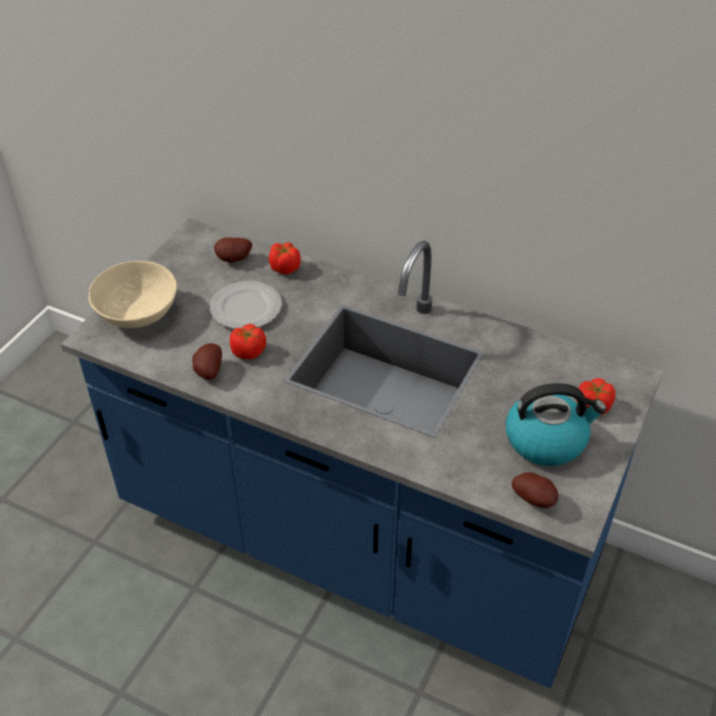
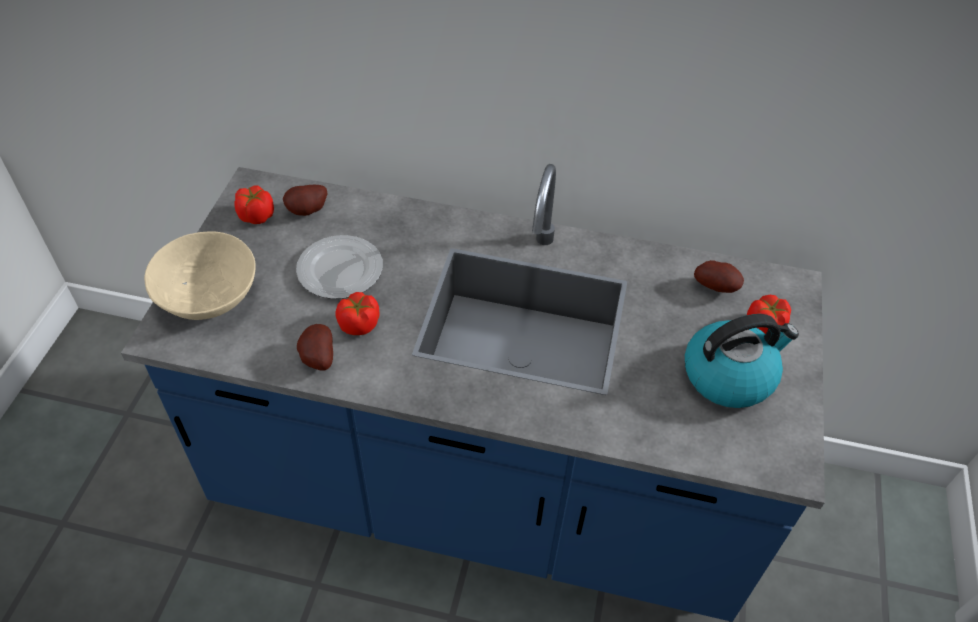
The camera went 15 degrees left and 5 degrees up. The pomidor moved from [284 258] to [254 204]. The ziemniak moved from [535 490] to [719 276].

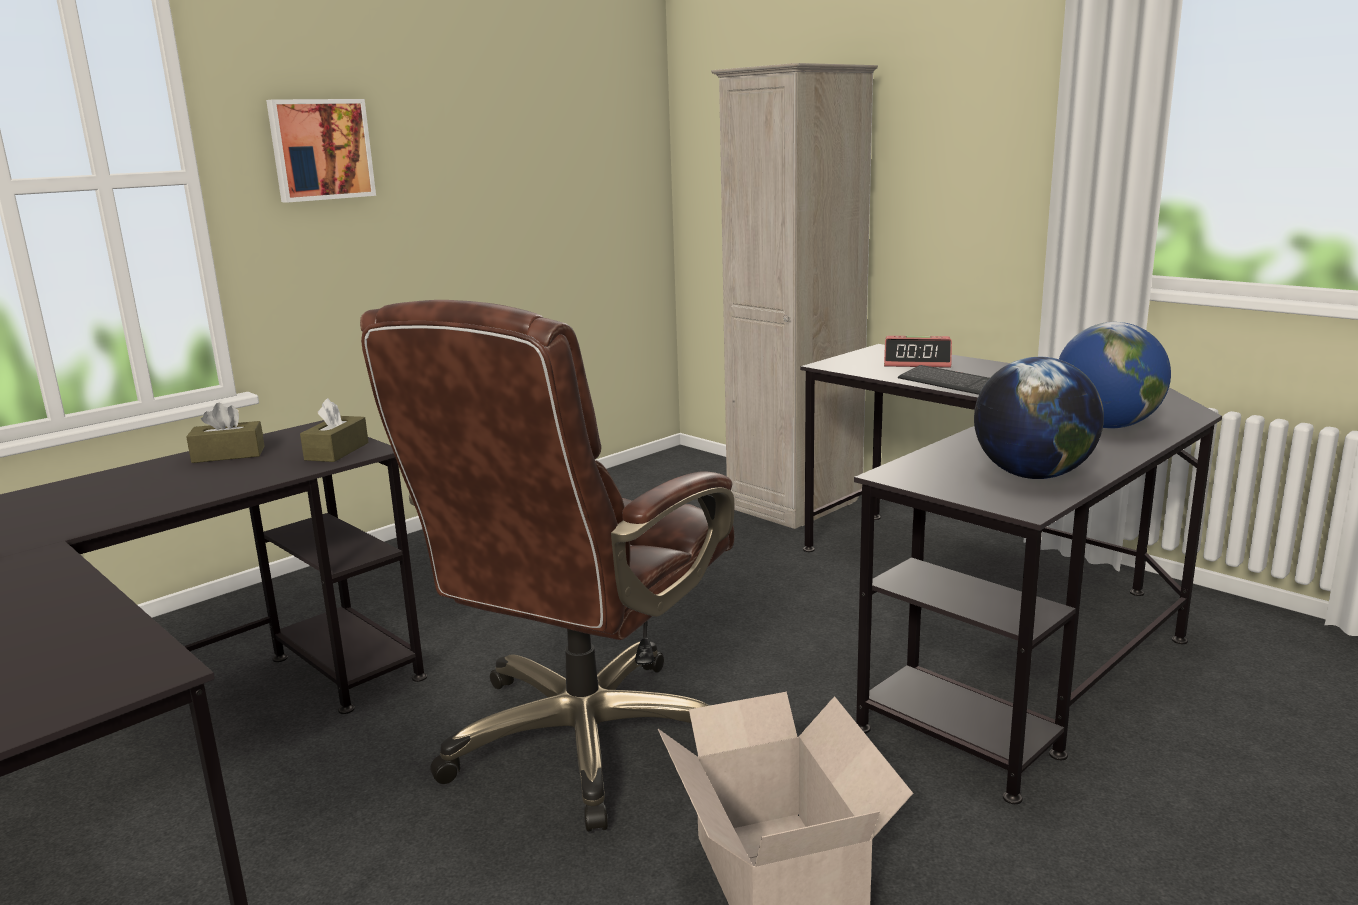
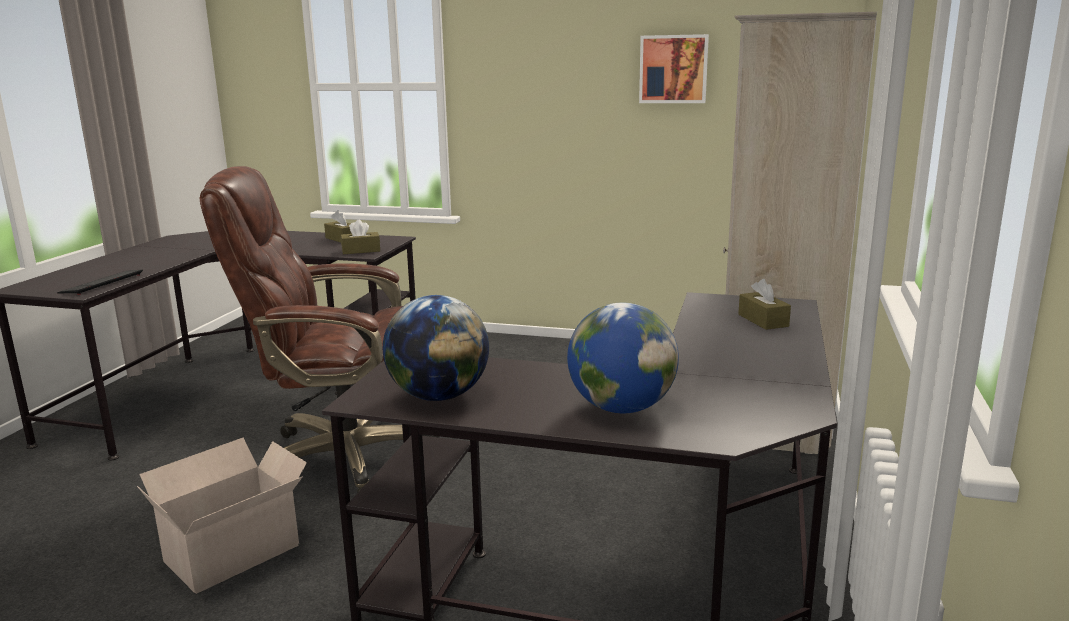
The camera went 60 degrees right and 0 degrees up. The obraz moved from [321 151] to [674 68]. The budzik at [918 352] was replaced by the pudełko chusteczek (brązowy) at [764 304]. The klawiatura moved from [944 380] to [100 282].

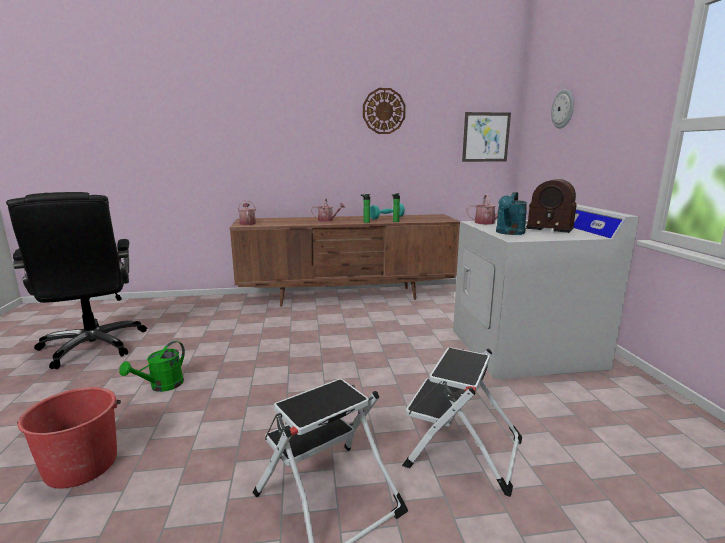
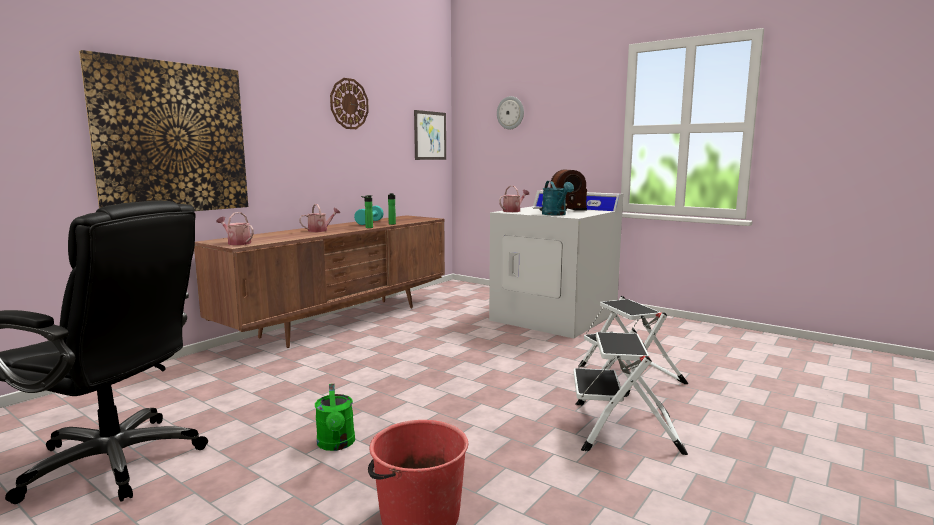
The camera went 45 degrees left and 5 degrees down. The obraz at [163 130] appeared.

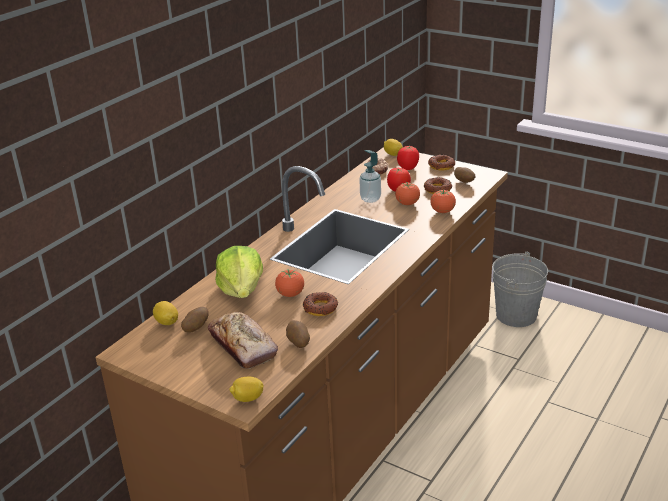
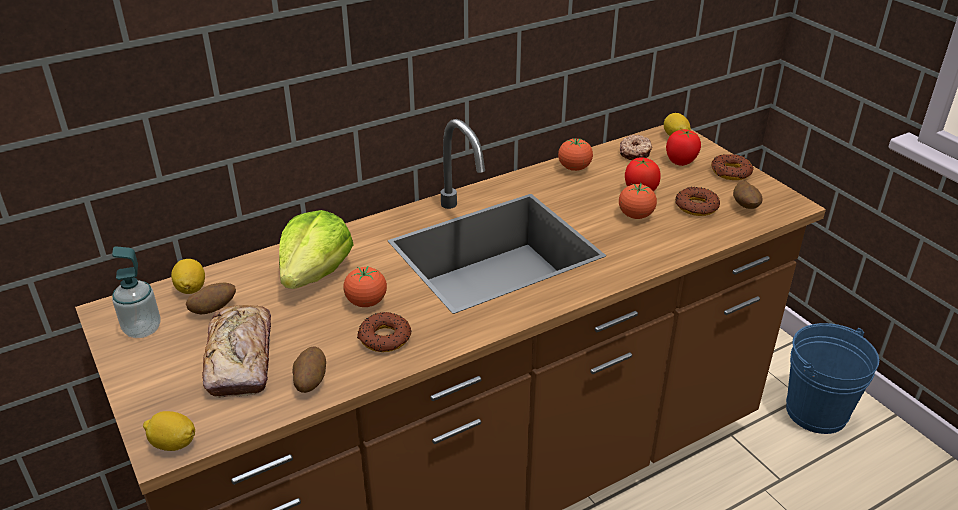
The camera went 25 degrees right and 5 degrees up. The dozownik mydła moved from [370 176] to [136 292]. The pomidor moved from [443 201] to [575 154]. The wiadro (szary) at [520 289] became the wiadro (niebieski) at [832 378].

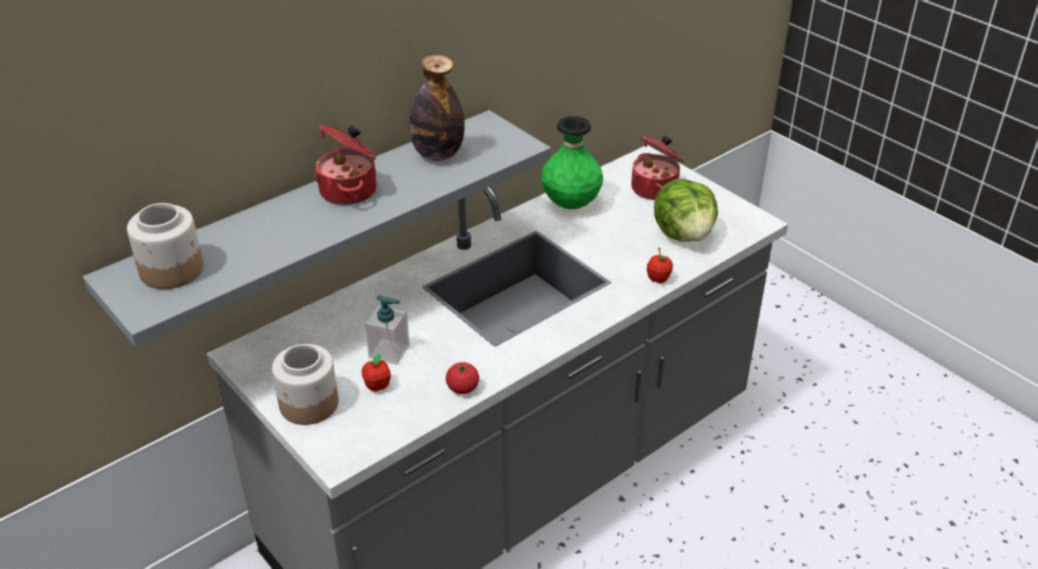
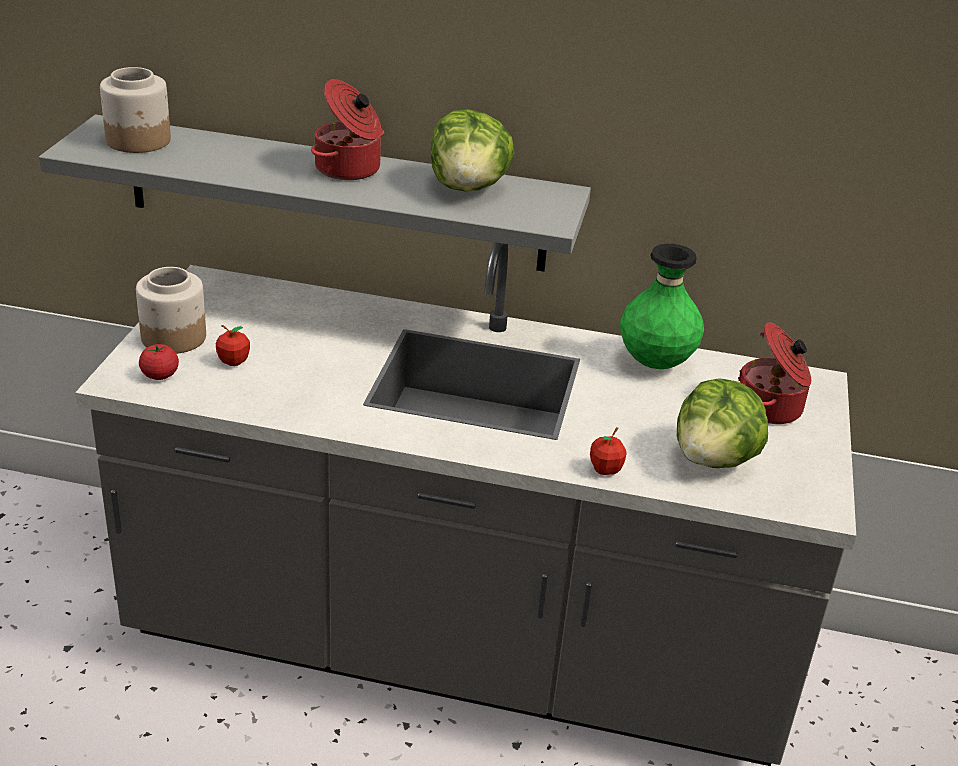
The camera went 50 degrees right and 5 degrees down. The dozownik mydła at [387 330] disappeared. The butelka at [437 108] was replaced by the sałata at [473 150]. The pomidor moved from [462 378] to [159 362].

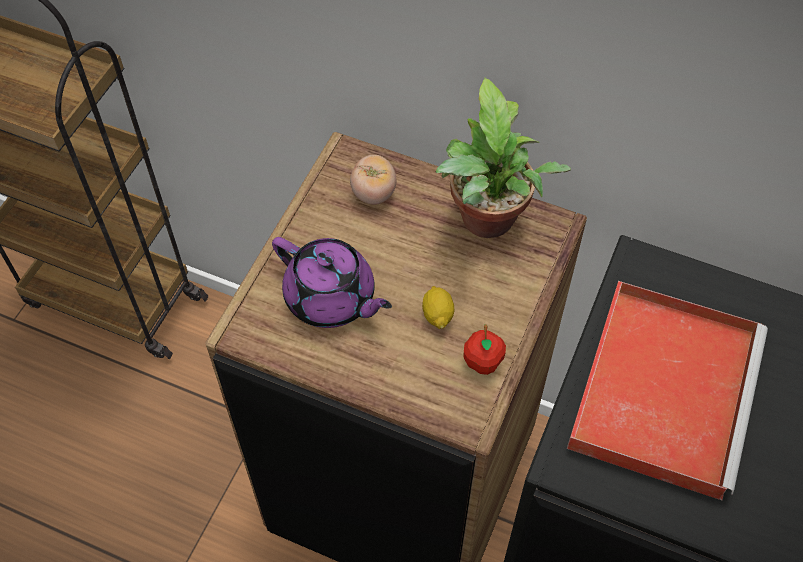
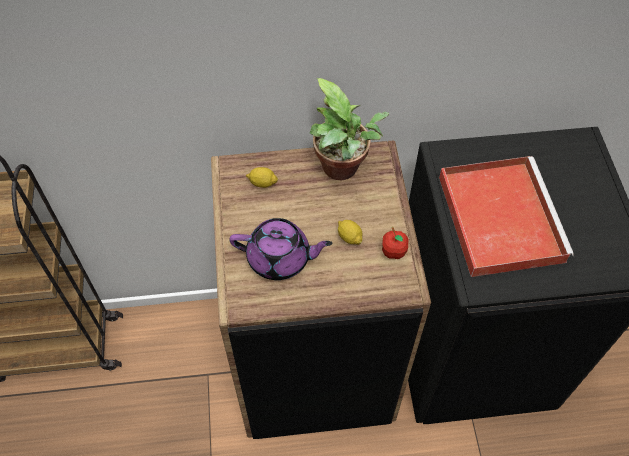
The camera went 30 degrees left and 0 degrees up. The pomidor at [373 180] was replaced by the cytryna at [262 177].

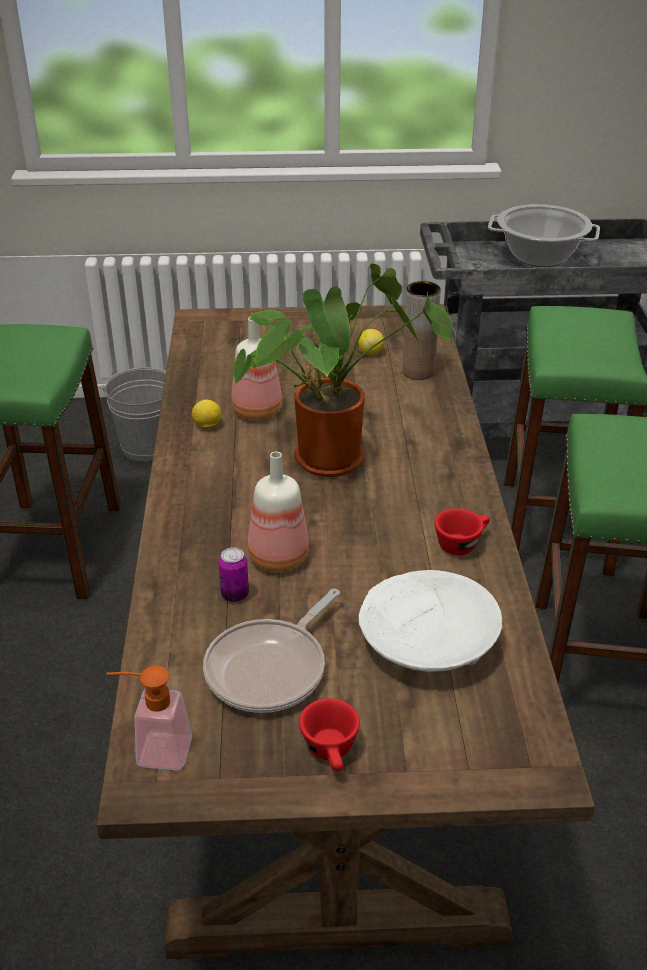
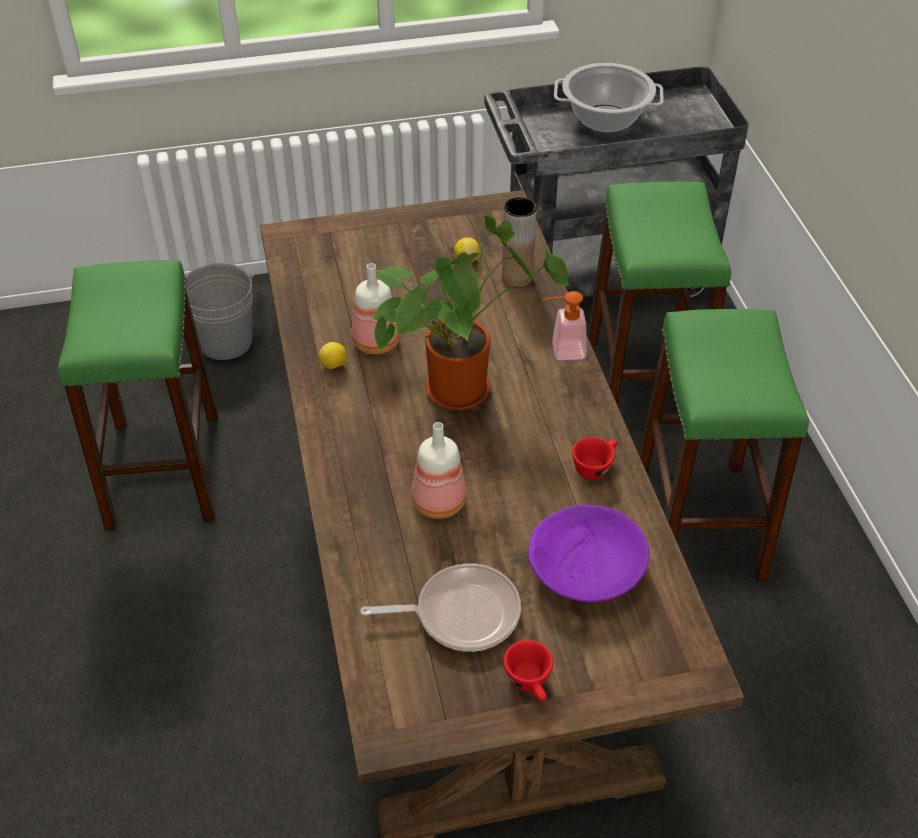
The camera went 10 degrees left and 10 degrees up. The dozownik mydła moved from [149 718] to [564 325]. The patelnia at [271 651] turned 120 degrees counterclockwise. The puszka at [234 574] disappeared. The miska (biały) at [430 621] became the miska (fioletowy) at [589 553].

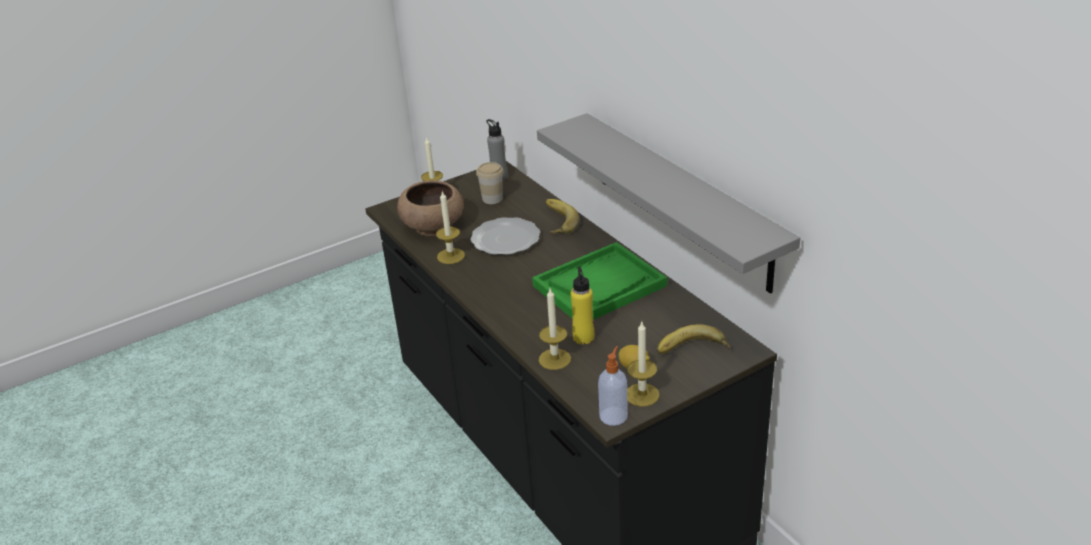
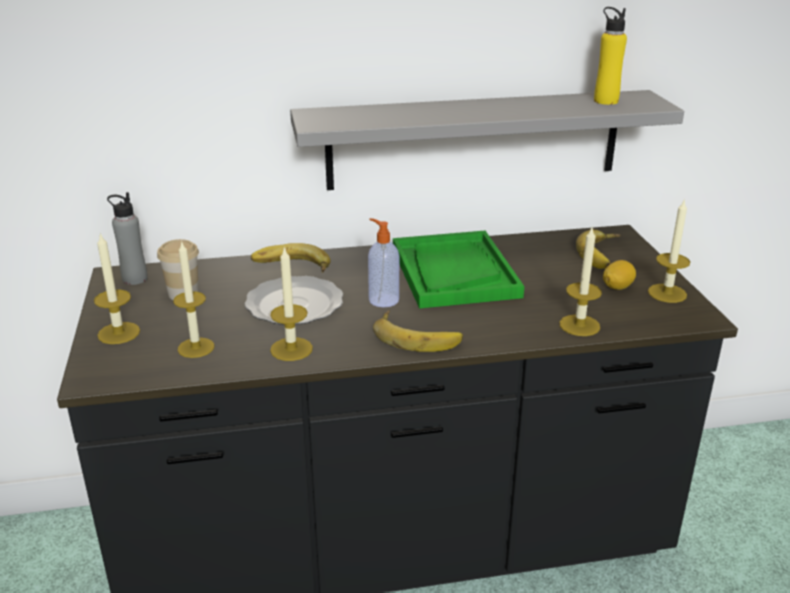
The camera went 70 degrees left and 5 degrees down. The miska (brązowy) at [430 208] was replaced by the świeca at [193 299]. The butelka (żółty) moved from [582 305] to [610 56]. The dozownik mydła moved from [613 386] to [383 262]. The banan at [418 331] appeared.

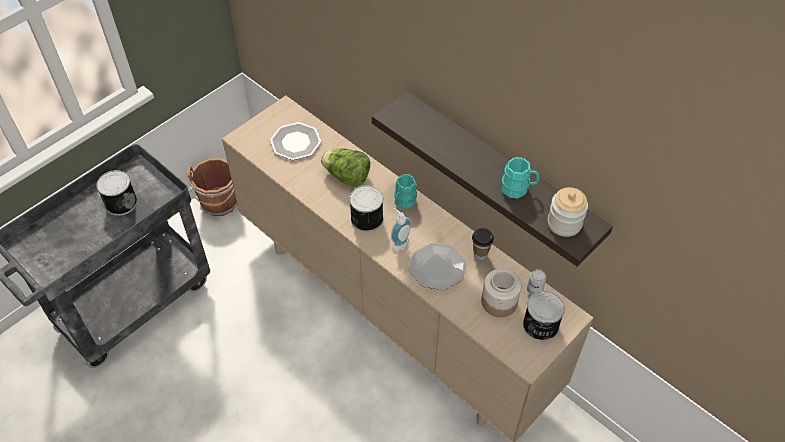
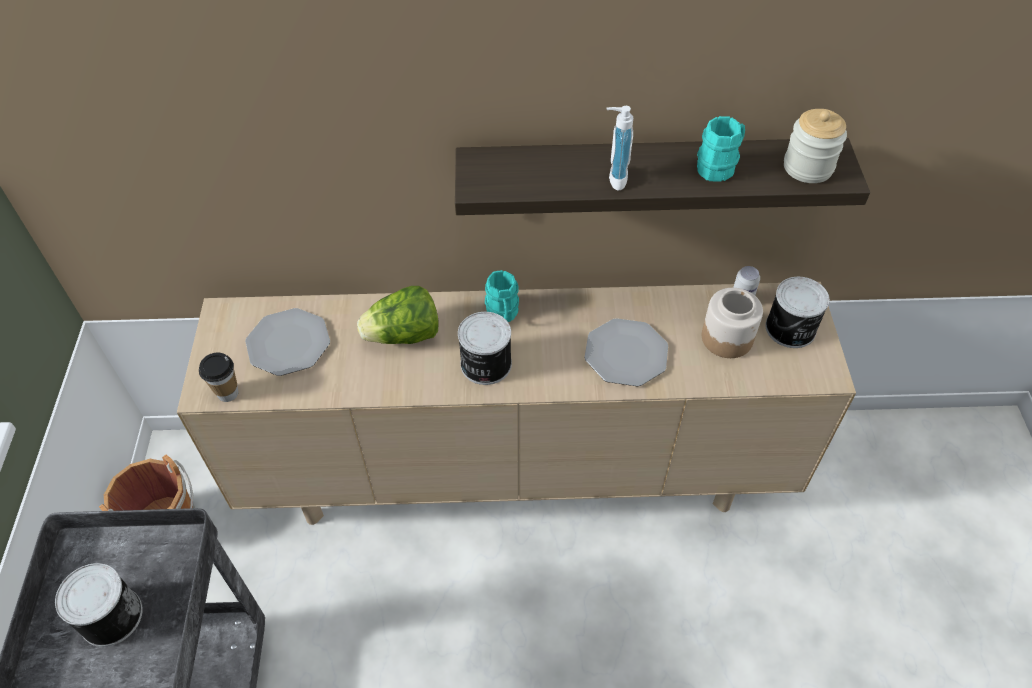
The camera went 45 degrees left and 0 degrees up. The dozownik mydła moved from [401 229] to [620 148]. The filiżanka moved from [483 244] to [219 377].

